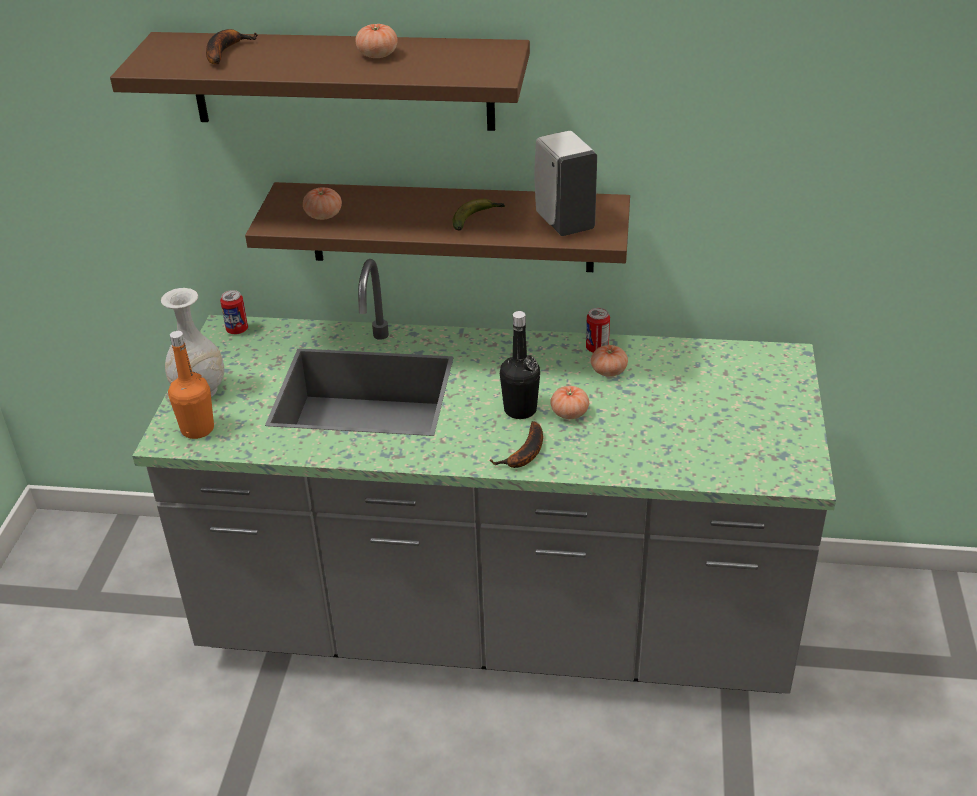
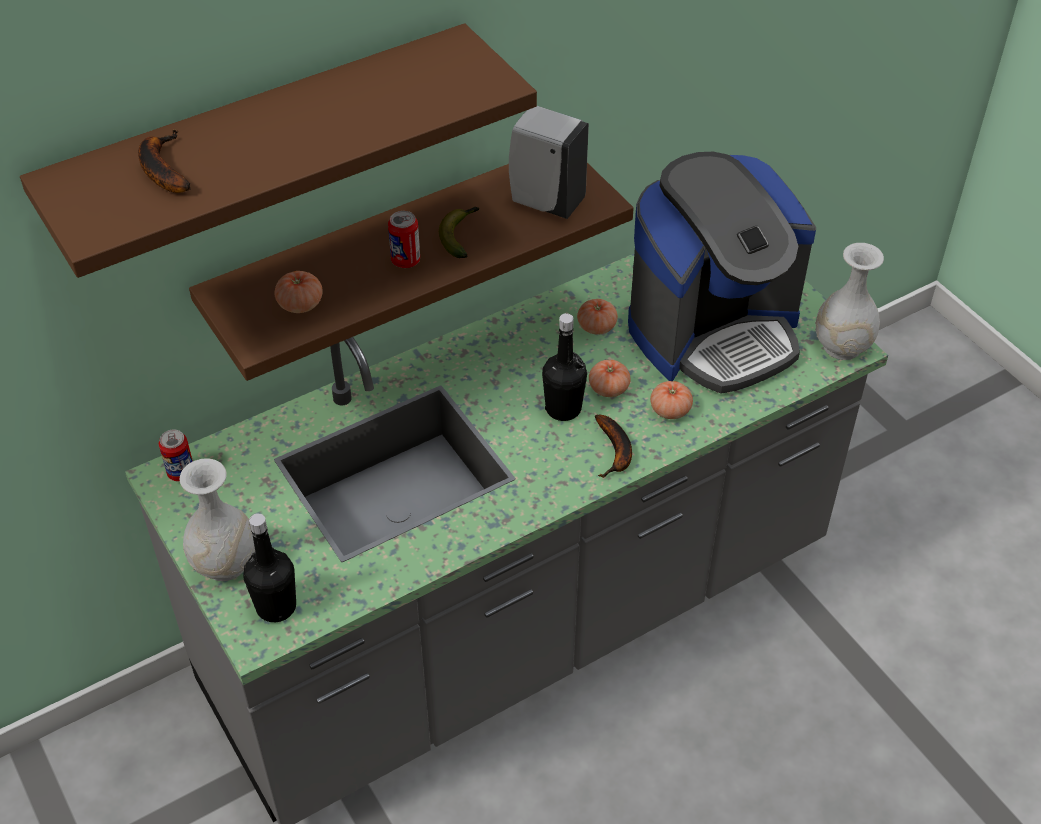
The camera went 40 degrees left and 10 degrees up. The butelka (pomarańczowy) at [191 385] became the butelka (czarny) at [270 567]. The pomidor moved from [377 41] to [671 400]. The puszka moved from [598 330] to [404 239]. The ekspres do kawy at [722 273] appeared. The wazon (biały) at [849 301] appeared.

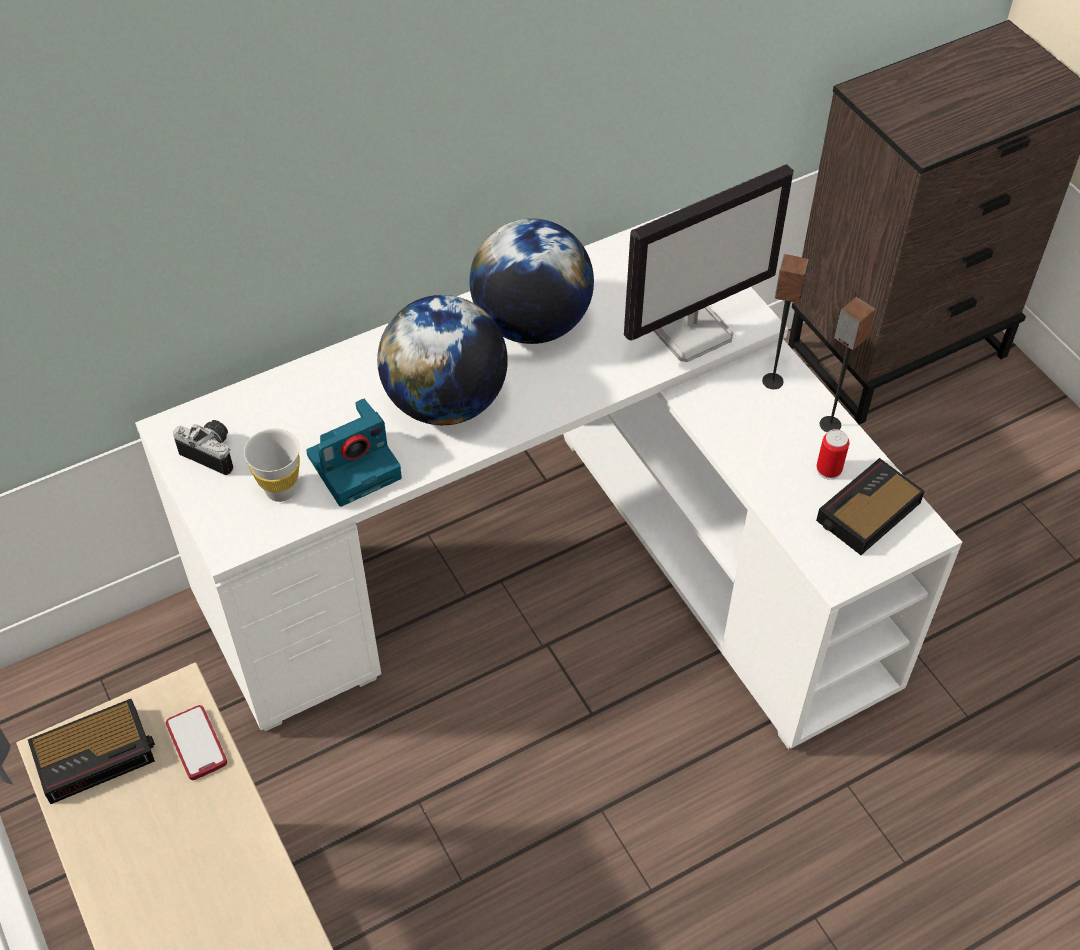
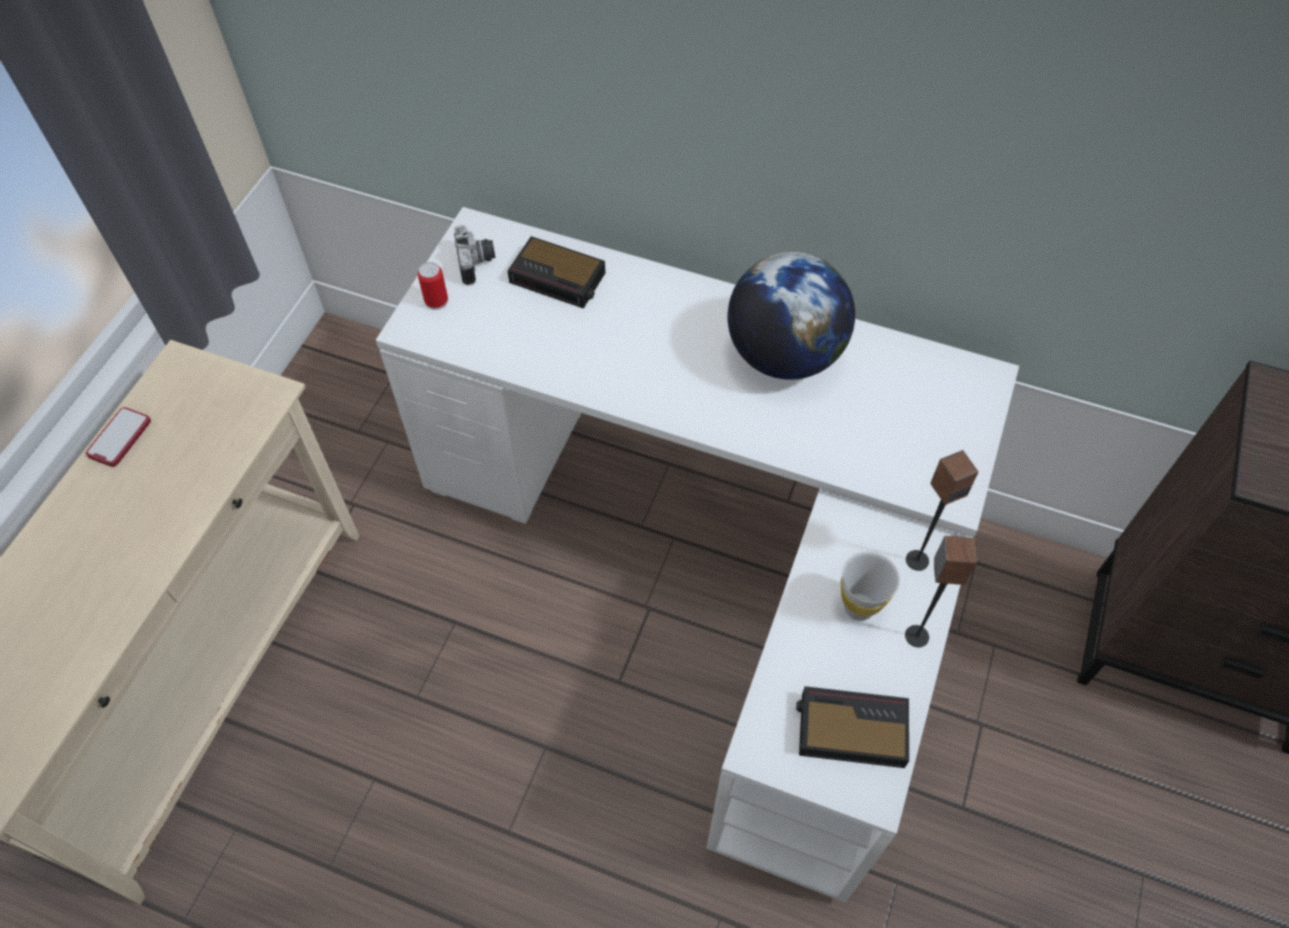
The camera went 50 degrees right and 5 degrees up. The budzik moved from [91 751] to [556 272]. The telefon moved from [196 742] to [118 437]. The filiżanka (biały) moved from [272 465] to [870 586]. The aparat fotograficzny at [354 453] disappeared. The globus at [442 360] disappeared. The monitor at [709 263] disappeared. The puszka moved from [833 454] to [433 286].

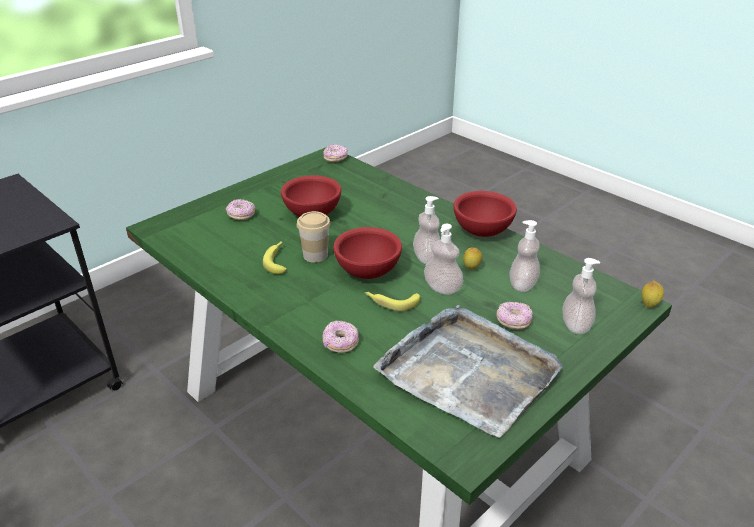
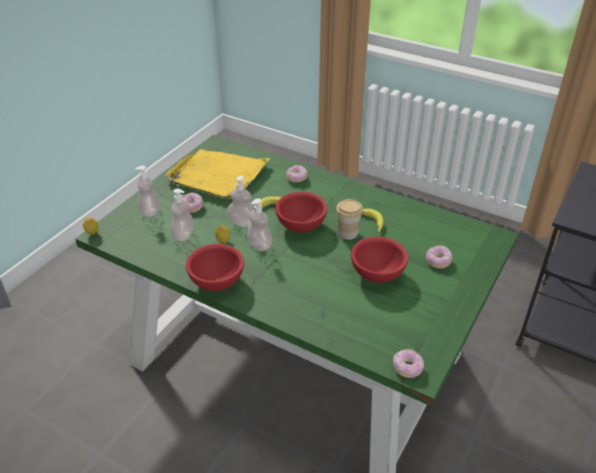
The camera went 165 degrees right and 5 degrees up. The taca (szary) at [468 371] became the taca (żółty) at [217 174].

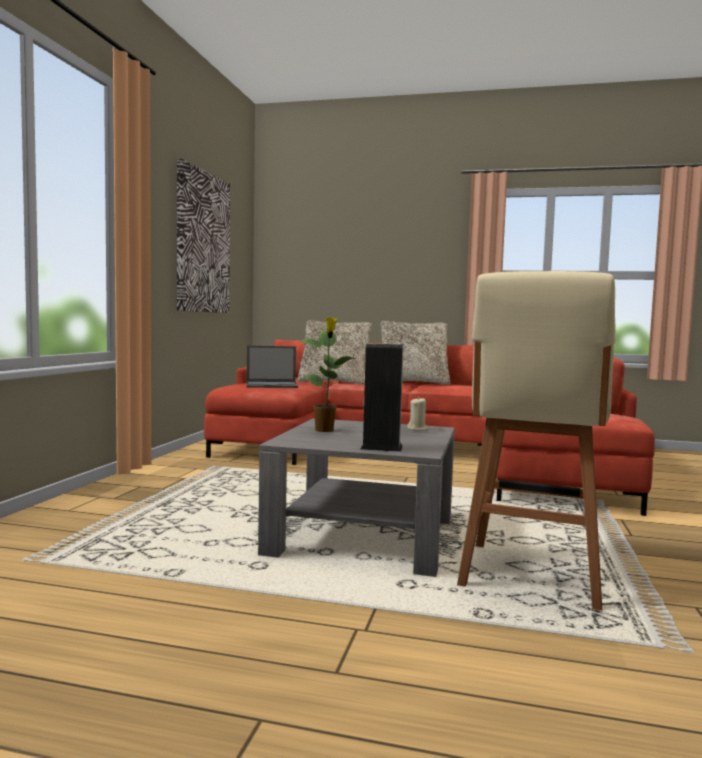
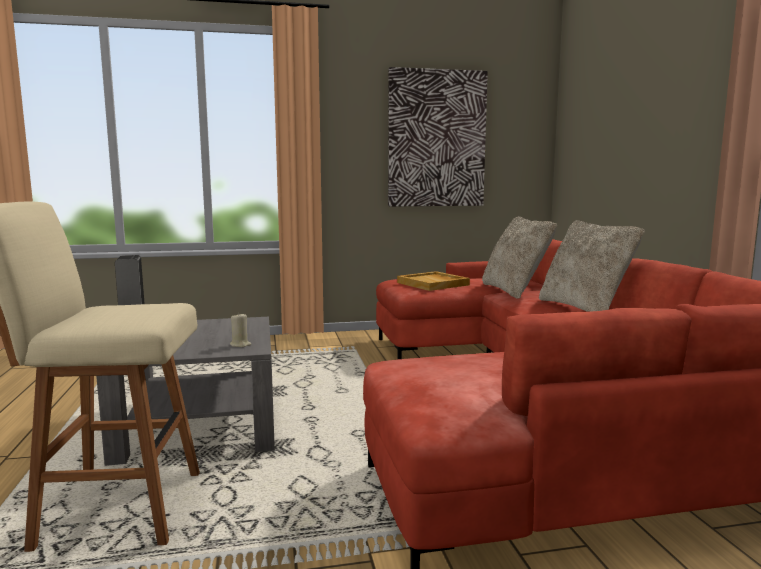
The camera went 65 degrees right and 5 degrees up. The laptop at [272 367] was replaced by the taca (beżowy) at [433 281]. The roślina doniczkowa at [327 374] disappeared.

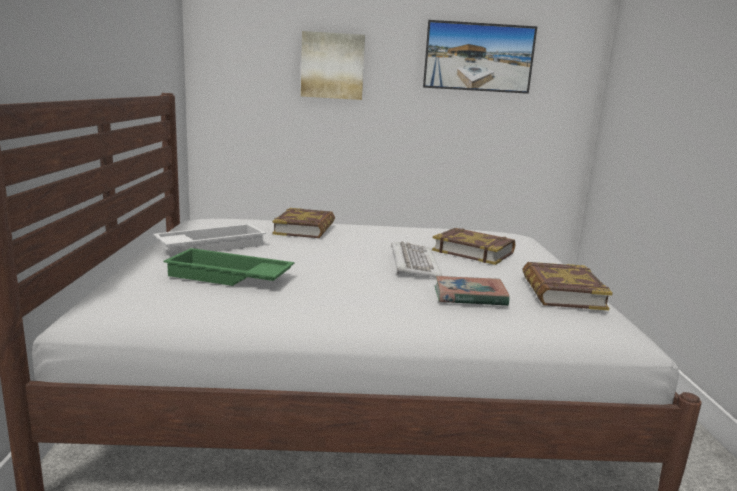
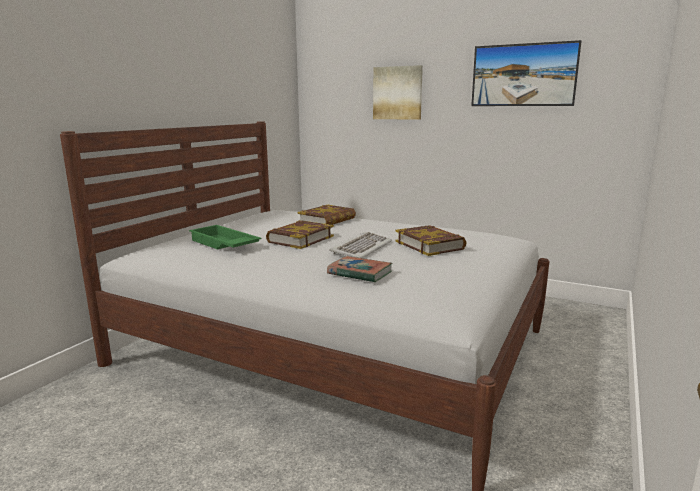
The camera went 30 degrees right and 0 degrees up. The taca (biały) at [209 238] disappeared. The książka moved from [567 286] to [300 235].

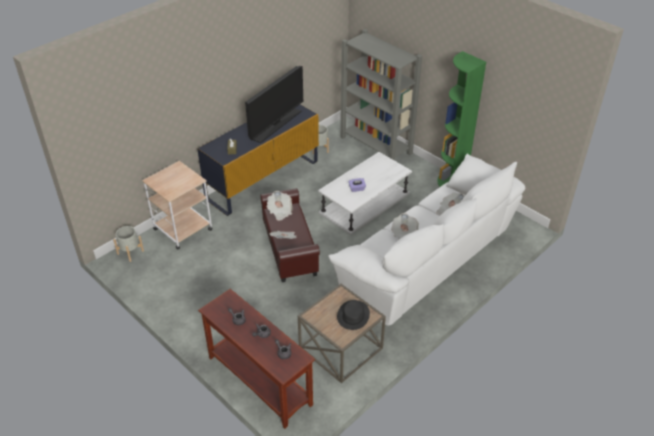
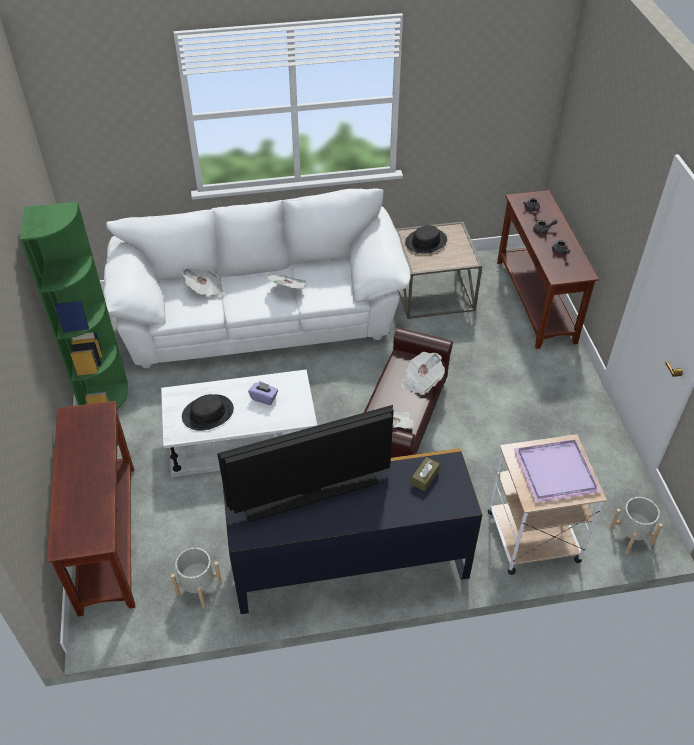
The camera went 145 degrees left and 5 degrees up. The regał (szary) at [381 95] was replaced by the stolik konsolowy (brązowy) at [91 509]. The kapelusz (czarny) at [208 412] appeared. The taca (fioletowy) at [557 471] appeared.

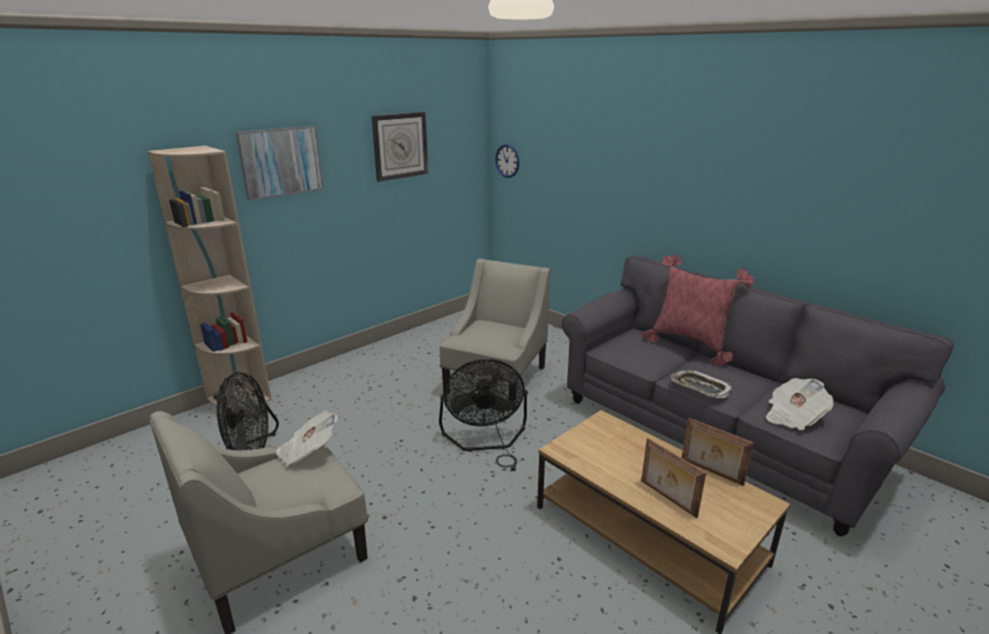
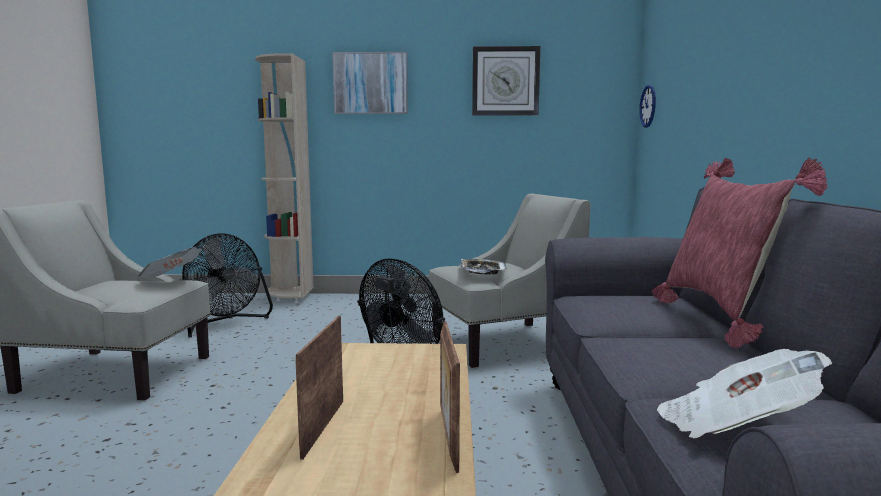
The camera went 45 degrees right and 15 degrees down. The taca moved from [701 384] to [484 267].

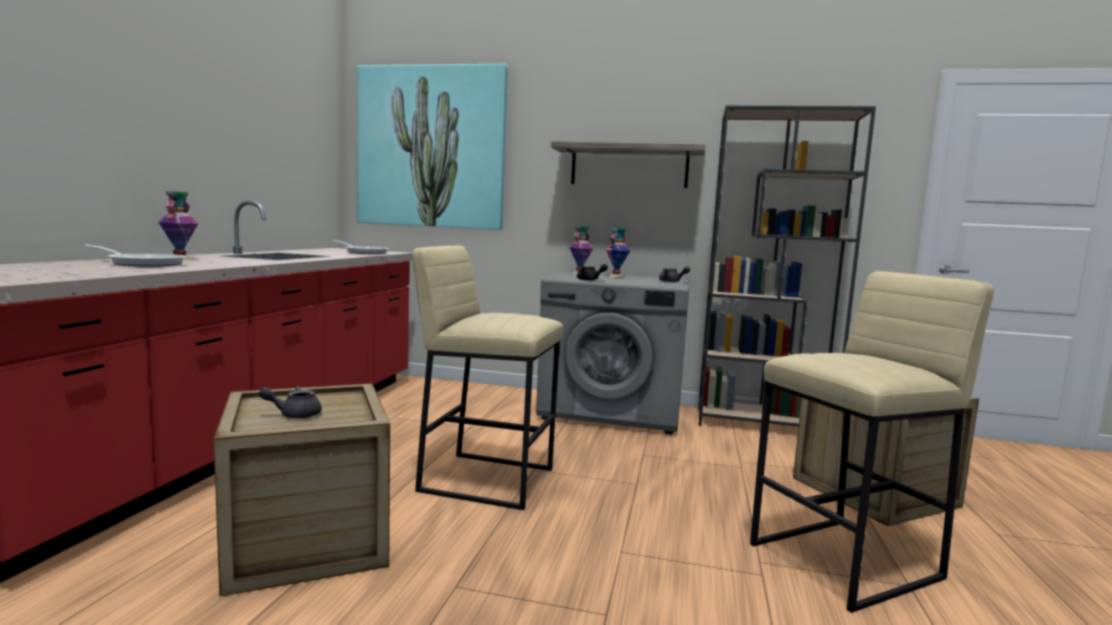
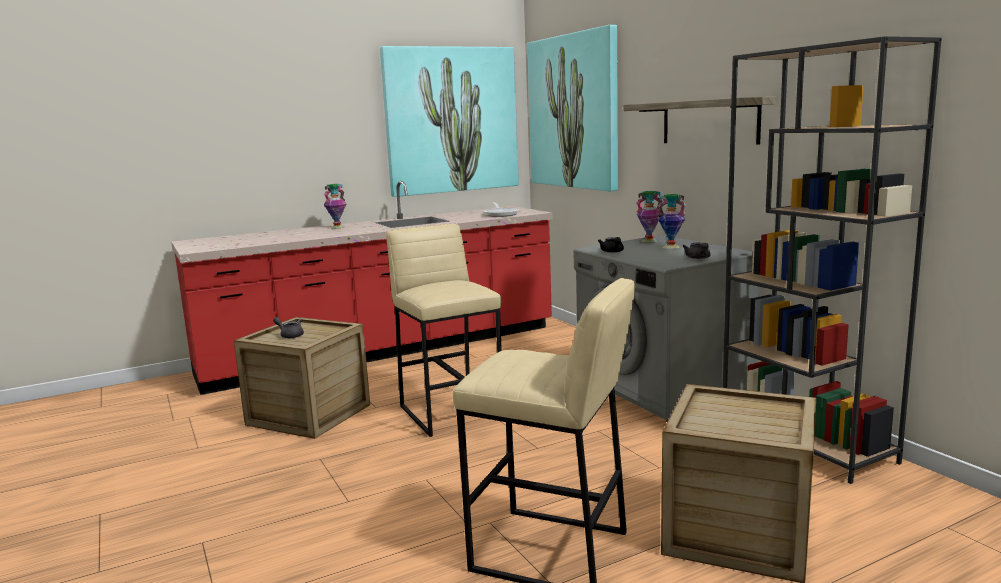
The camera went 50 degrees right and 5 degrees up. The patelnia at [135 256] disappeared. The obraz at [449 121] appeared.

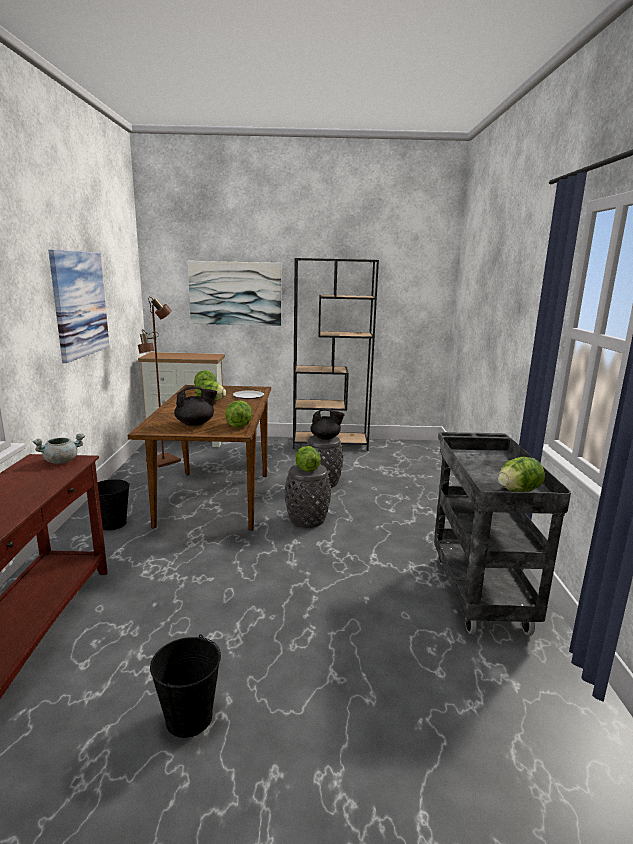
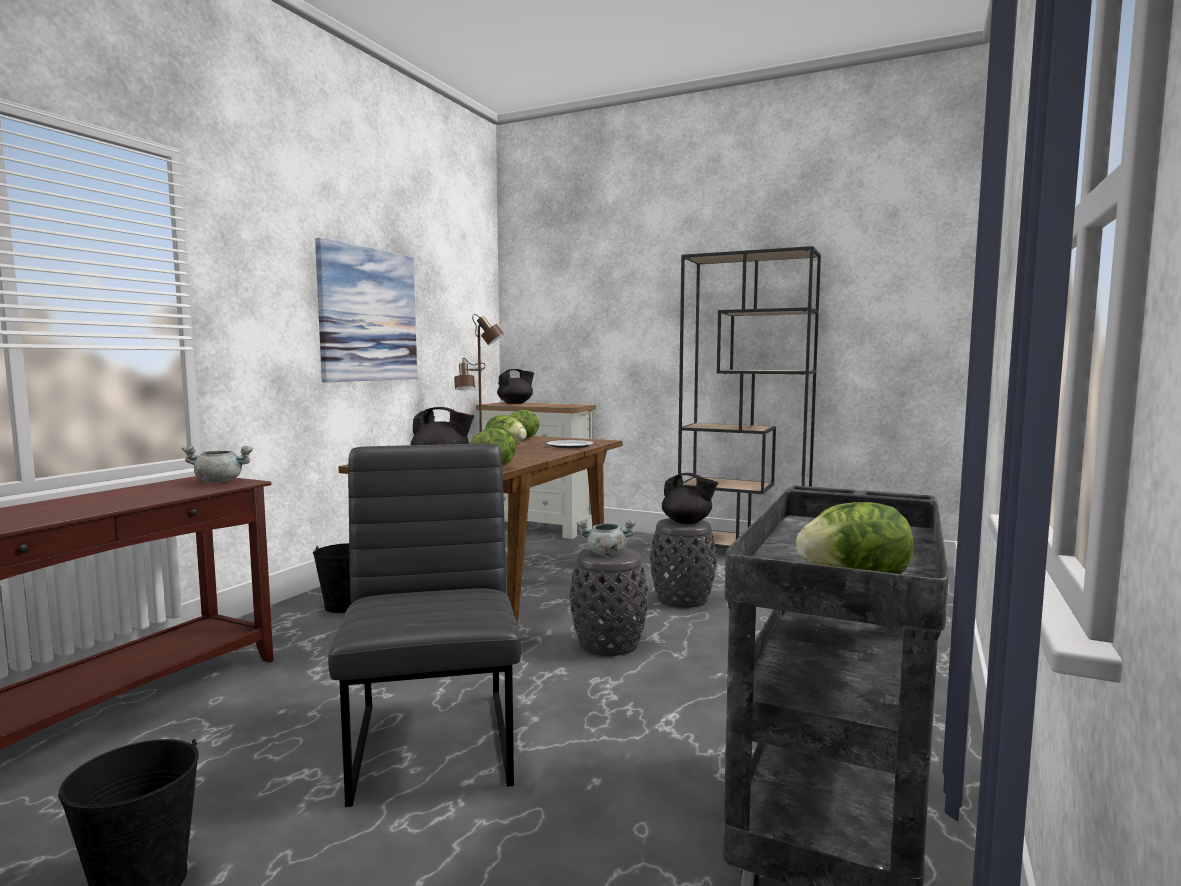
The camera went 25 degrees right and 10 degrees down. The obraz at [234 293] disappeared. The sałata at [308 459] was replaced by the garnek (szary) at [606 538]. The krzesło (szary) at [424 625] appeared. The imbryk (czarny) at [515 386] appeared.

